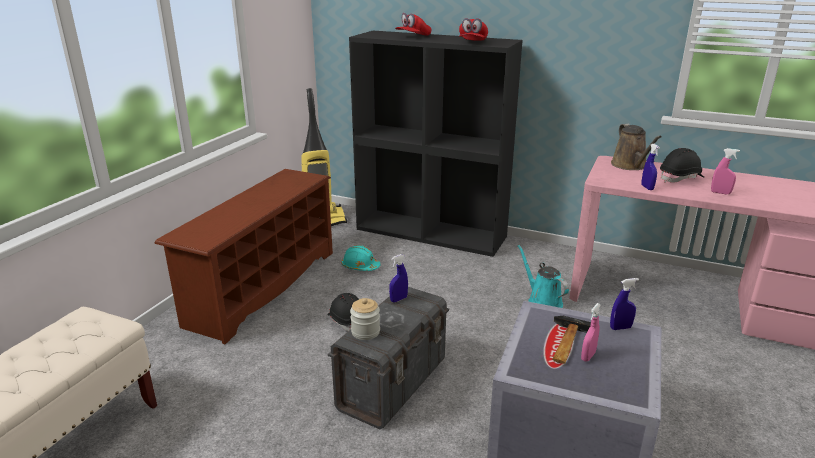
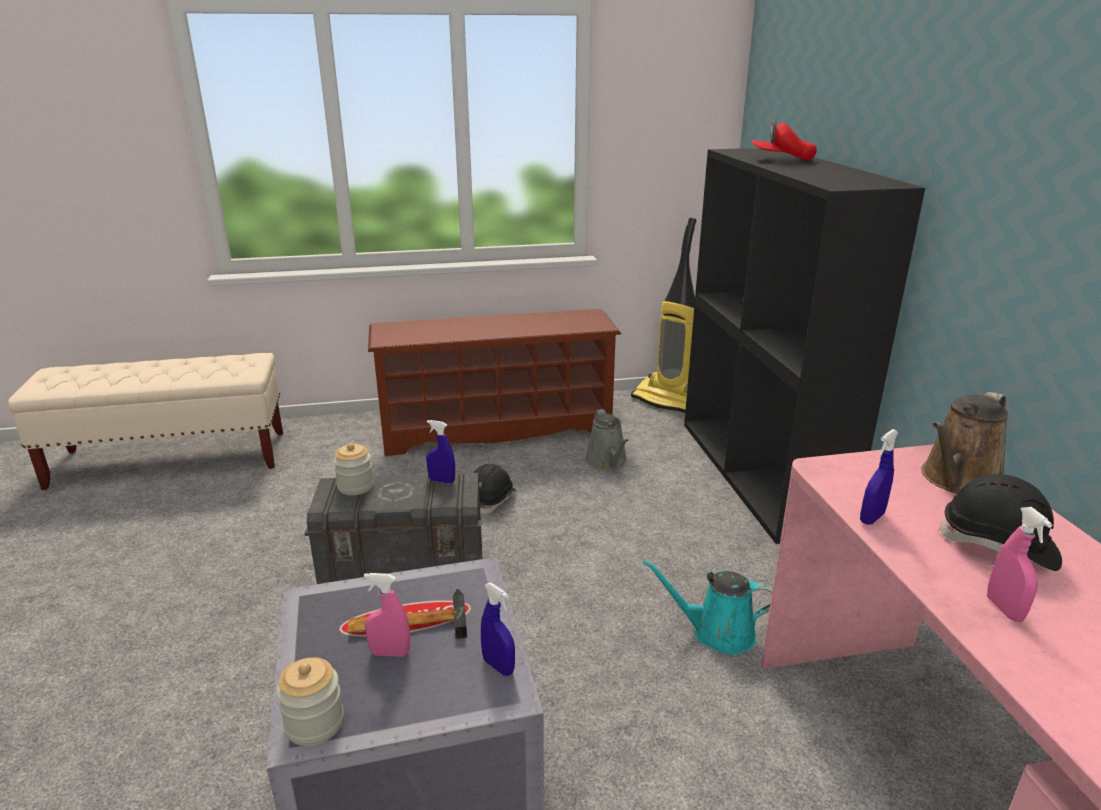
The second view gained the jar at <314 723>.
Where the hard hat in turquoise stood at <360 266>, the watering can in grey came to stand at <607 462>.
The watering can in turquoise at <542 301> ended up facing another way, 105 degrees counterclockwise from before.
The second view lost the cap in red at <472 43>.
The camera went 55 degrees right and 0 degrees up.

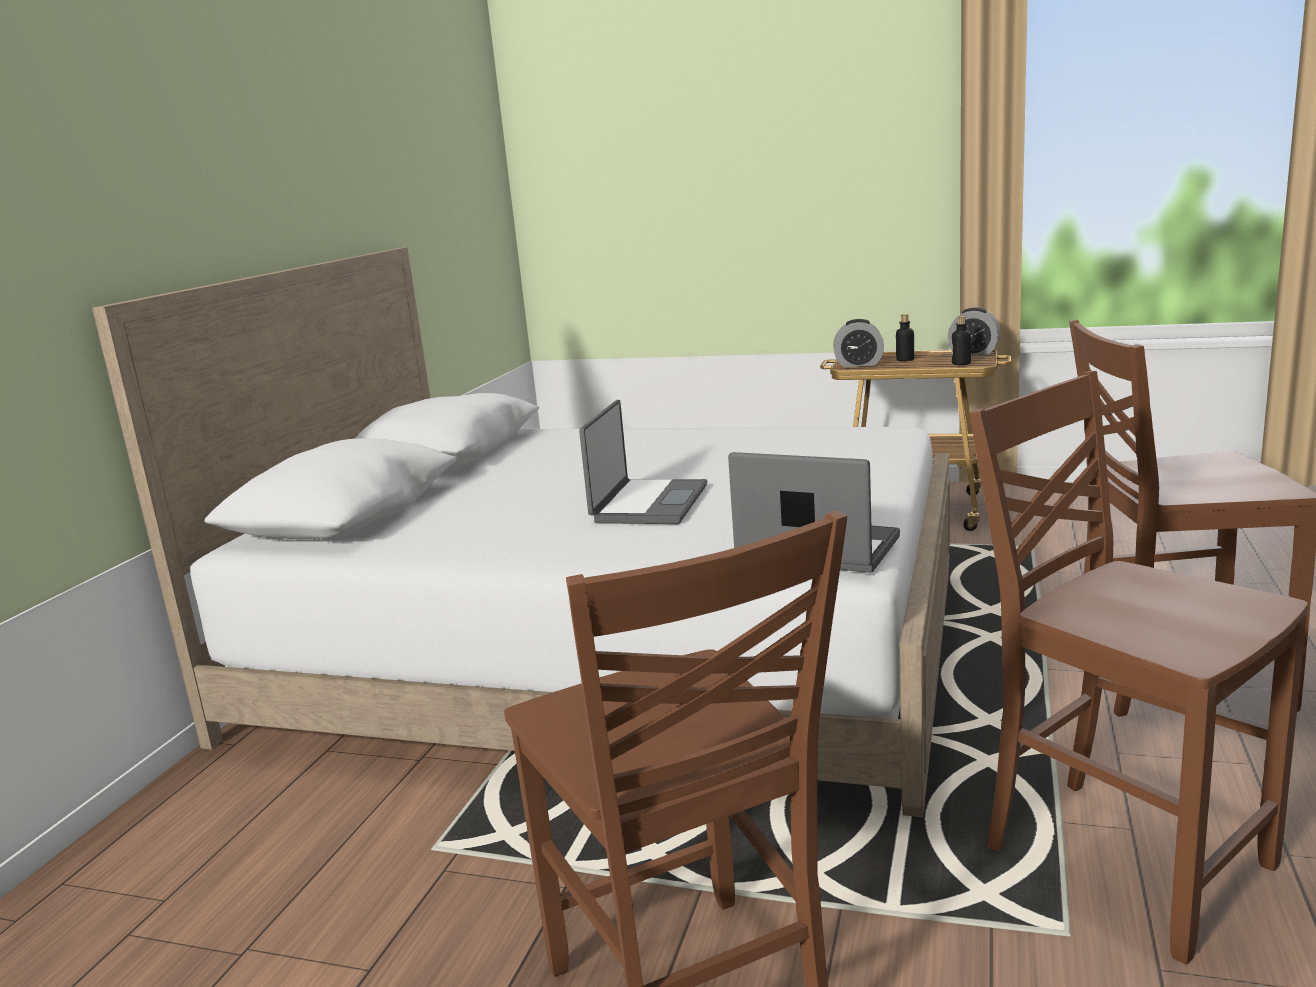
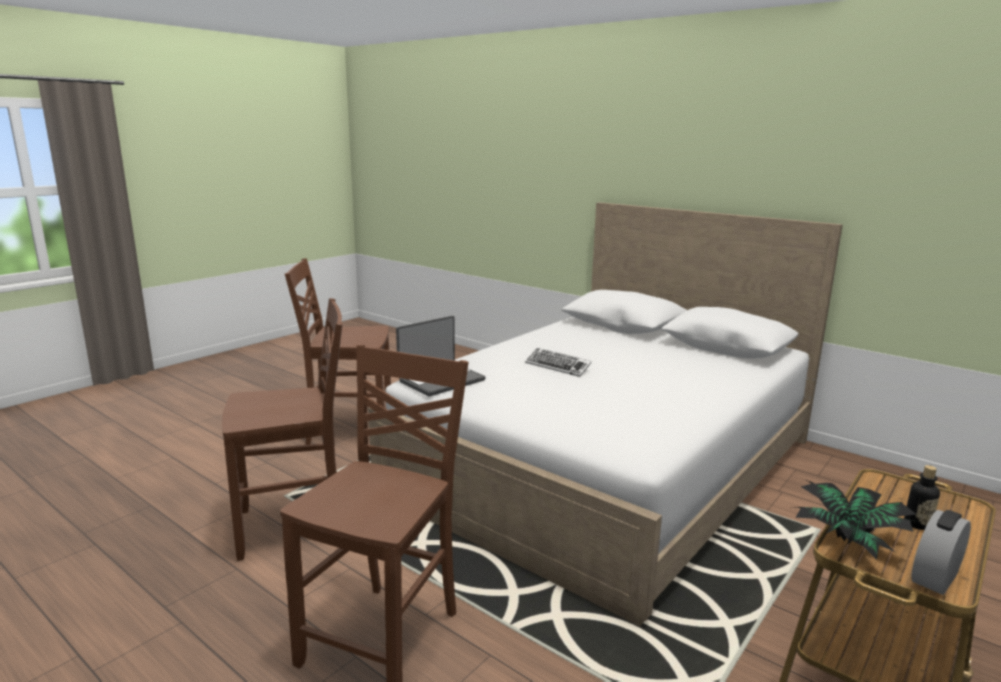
Where the laptop stood at <648 504>, the keyboard came to stand at <557 366>.
Where the bottle stood at <961 363>, the potted plant came to stand at <850 539>.
The second view lost the alarm clock at <858 364>.
The camera went 110 degrees right and 0 degrees up.

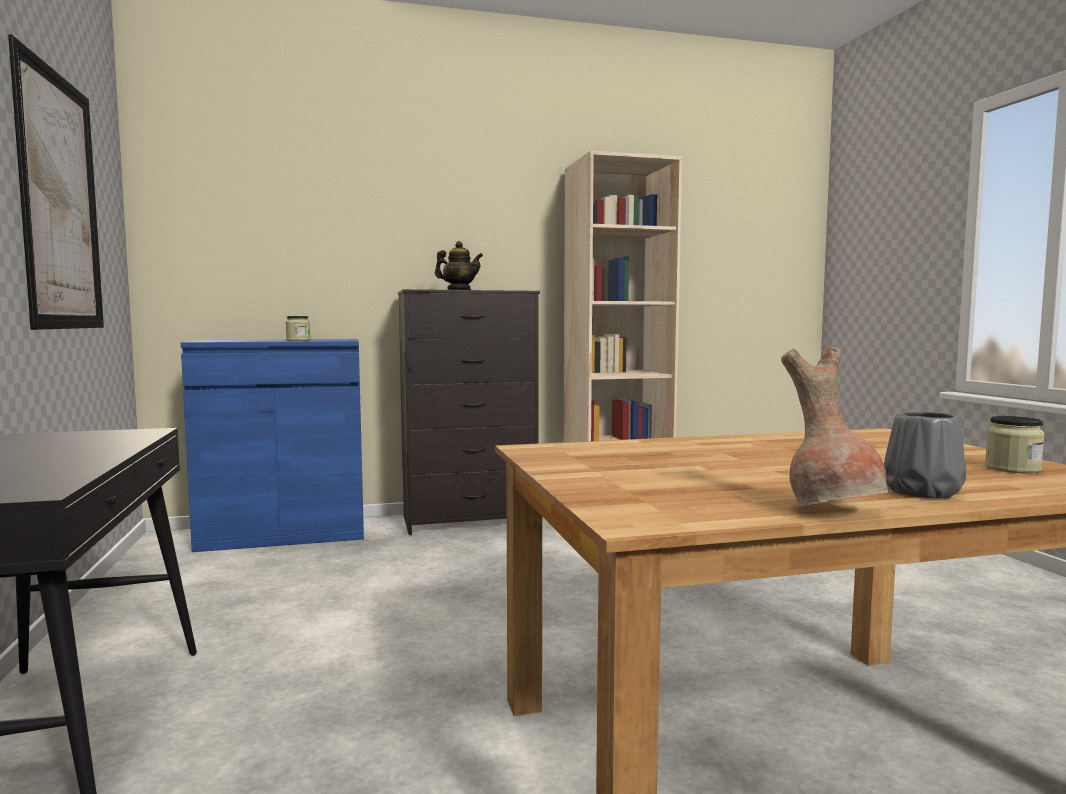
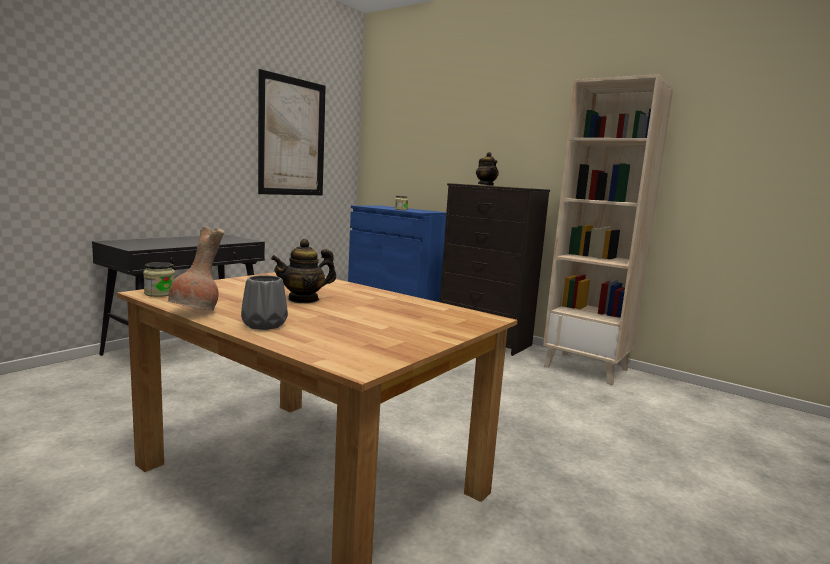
The jar ended up elsewhere, having gone from <1012 468> to <160 293>.
The second view gained the teapot at <303 299>.
The camera went 50 degrees right and 5 degrees up.

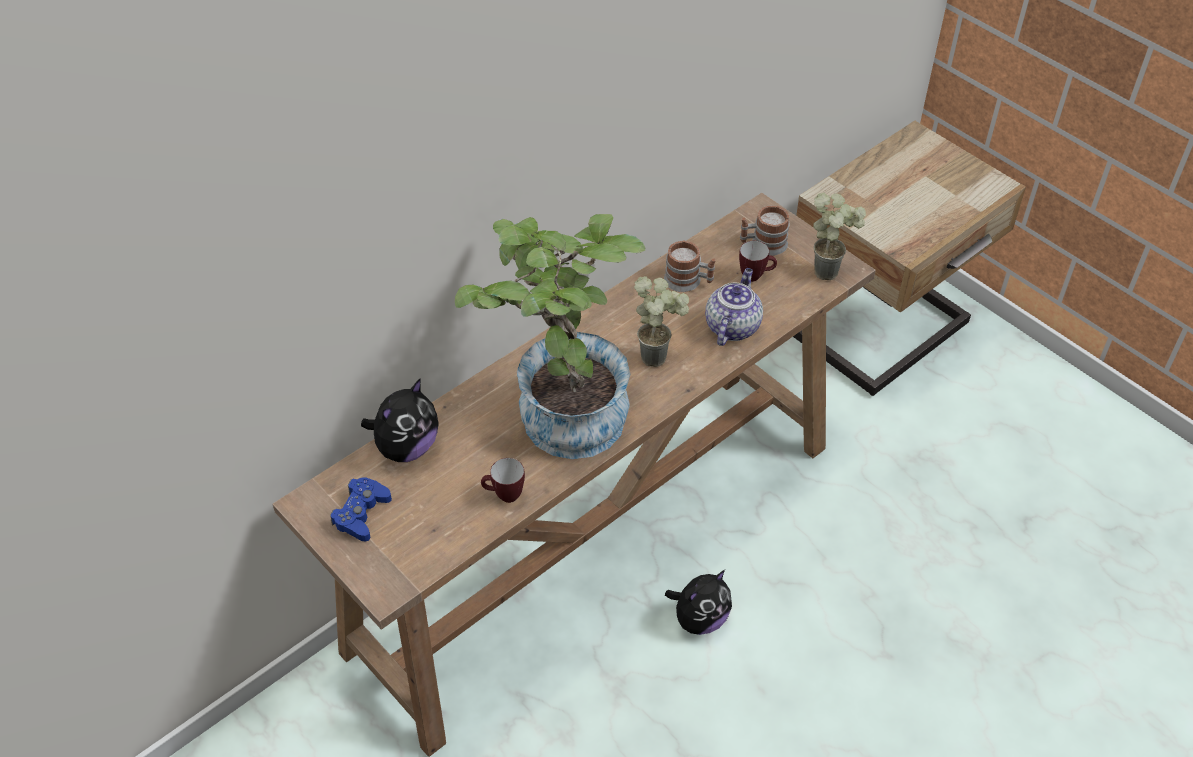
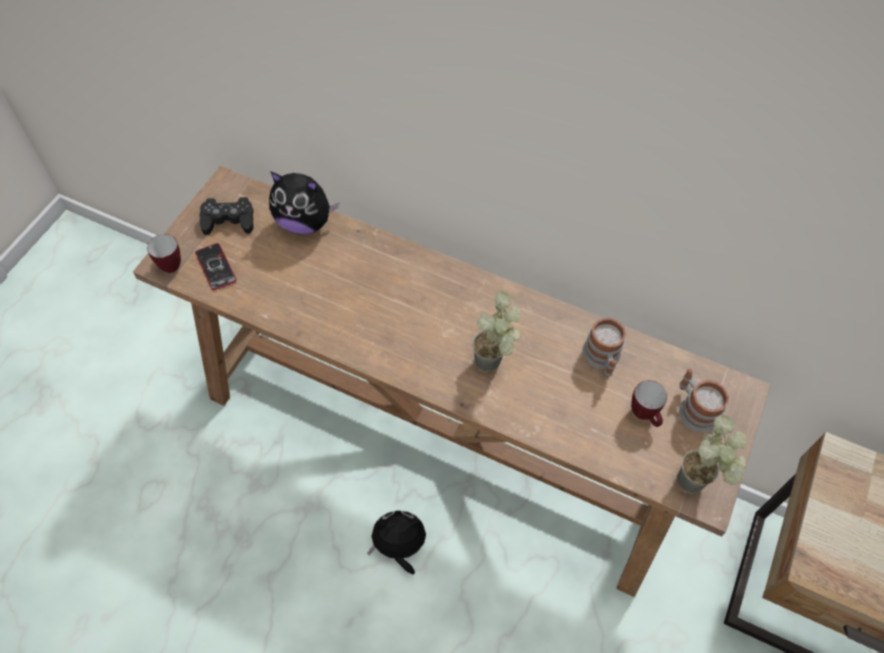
The mug ended up elsewhere, having gone from <504 496> to <170 264>.
The second view gained the phone at <216 267>.
What was the game controller in blue at <361 514> turned into the game controller in black at <228 220>.
The plush toy at <699 619> ended up facing another way, 150 degrees clockwise from before.
The second view lost the potted plant at <560 411>.
The second view lost the teapot at <732 326>.
The camera went 65 degrees right and 10 degrees up.

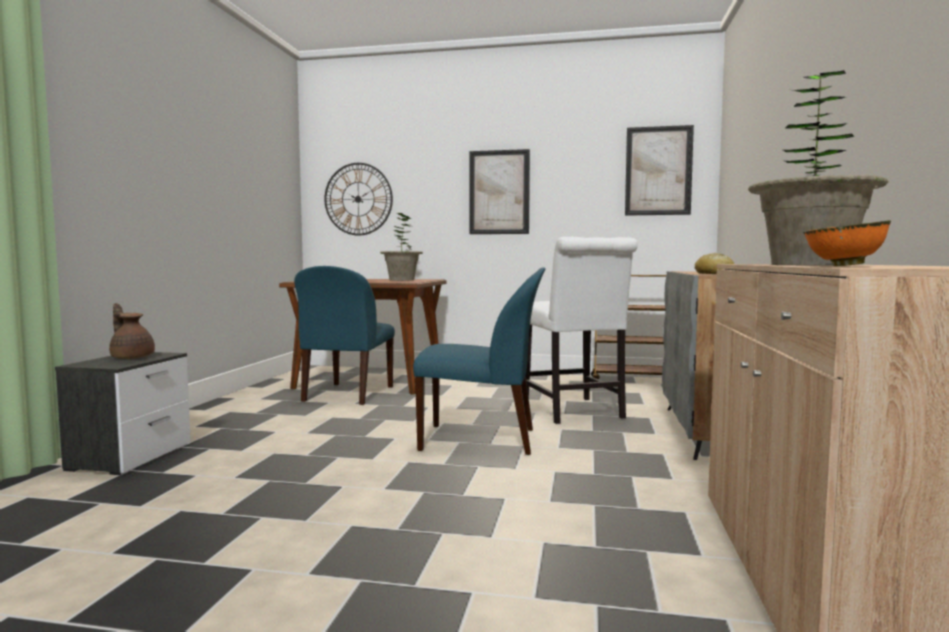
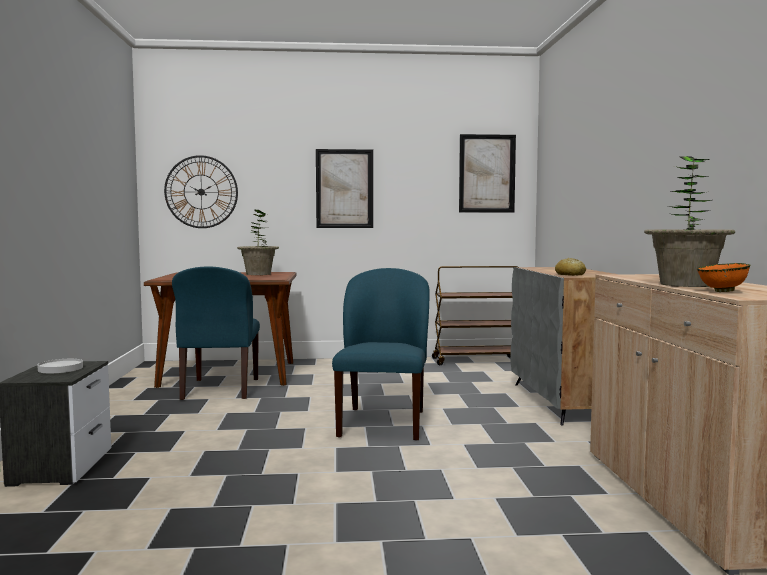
Where the teapot in brown stood at <132 357>, the plate in white came to stand at <60 368>.
The chair in blue at <481 440> ended up facing another way, 75 degrees counterclockwise from before.
The second view lost the chair in white at <574 412>.
The camera went 15 degrees left and 0 degrees up.

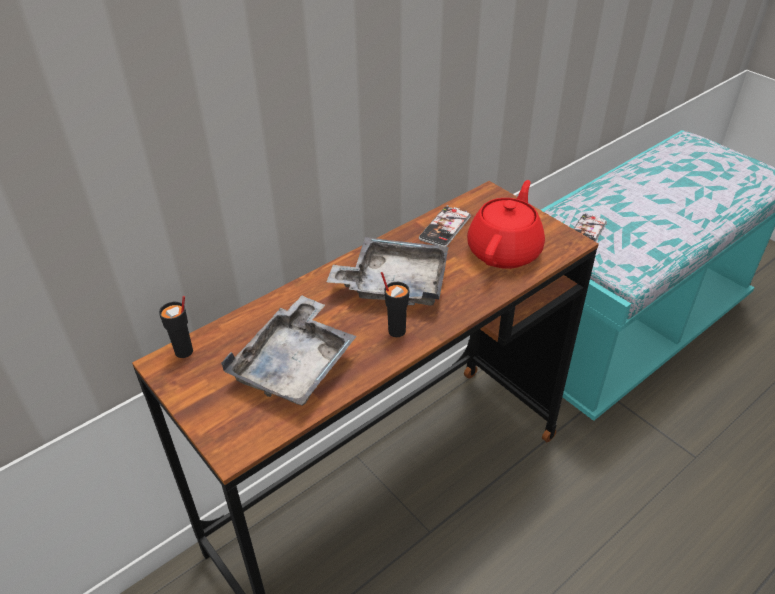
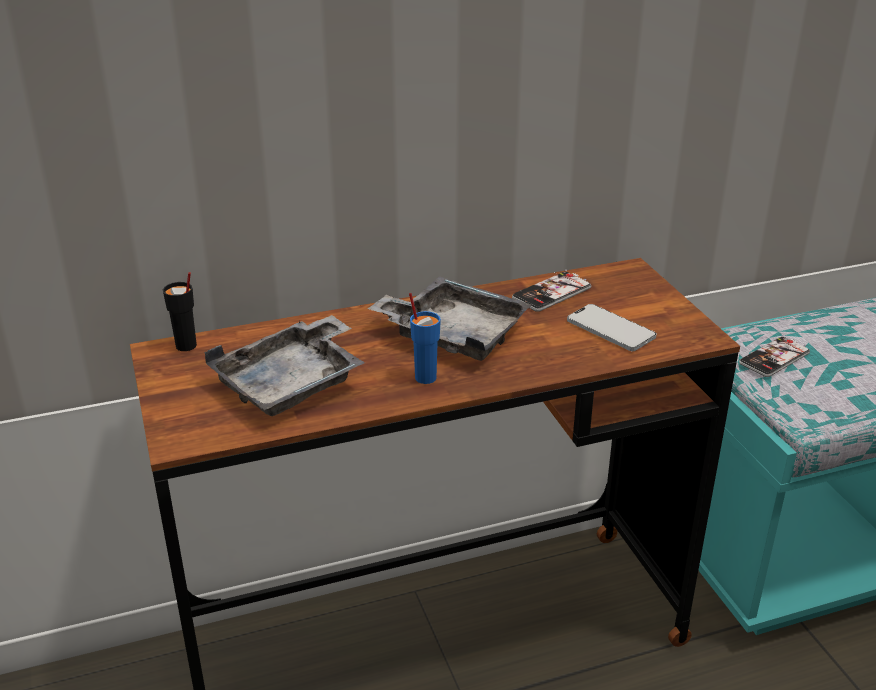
What was the cup in black at <396 330> turned into the cup in blue at <425 377>.
Where the teapot in red stood at <505 251>, the phone came to stand at <610 329>.
The camera went 20 degrees right and 10 degrees down.

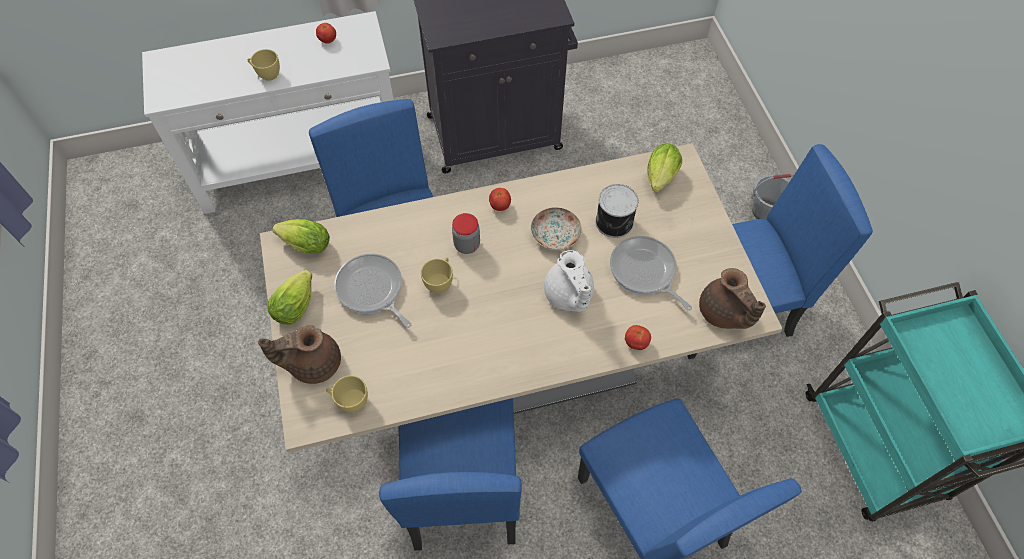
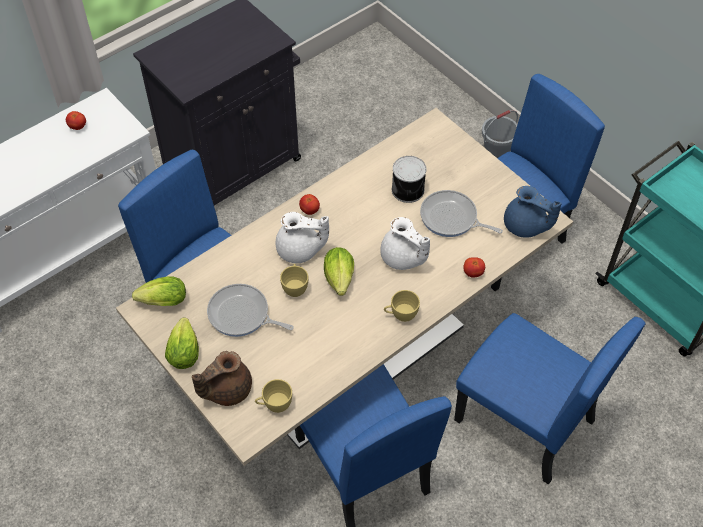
Where the jar stood at <467 245>, the teapot in white came to stand at <300 250>.
The lettuce ended up elsewhere, having gone from <660 179> to <339 281>.
The cup in yellow ended up elsewhere, having gone from <267 74> to <400 315>.
What was the teapot in brown at <723 313> turned into the teapot in blue at <525 226>.
The second view lost the plate at <556 234>.
The camera went 25 degrees left and 5 degrees down.

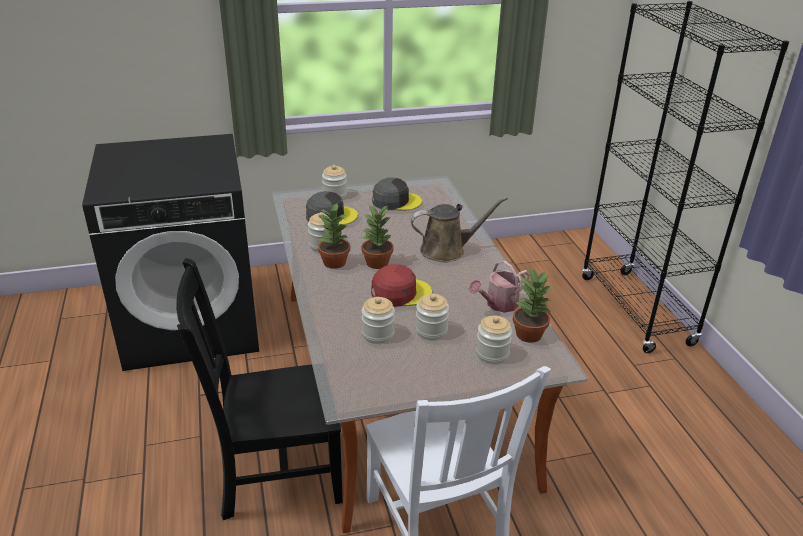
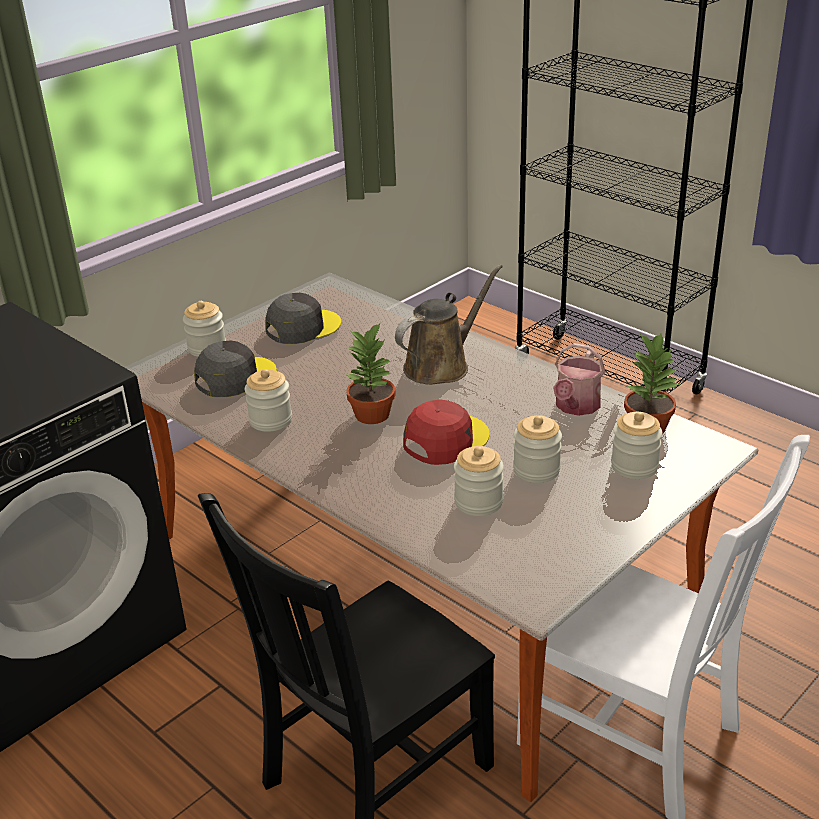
The second view lost the potted plant at <334 262>.
The camera went 30 degrees left and 0 degrees up.

